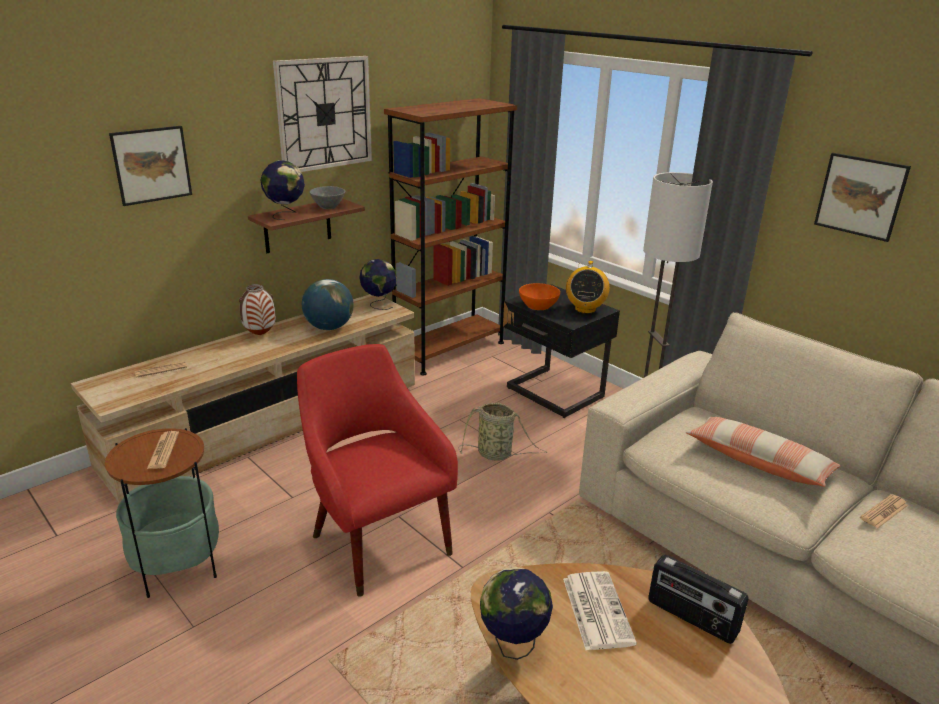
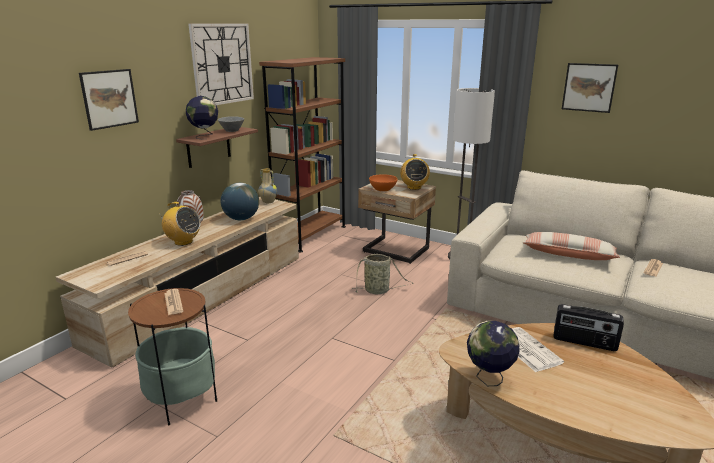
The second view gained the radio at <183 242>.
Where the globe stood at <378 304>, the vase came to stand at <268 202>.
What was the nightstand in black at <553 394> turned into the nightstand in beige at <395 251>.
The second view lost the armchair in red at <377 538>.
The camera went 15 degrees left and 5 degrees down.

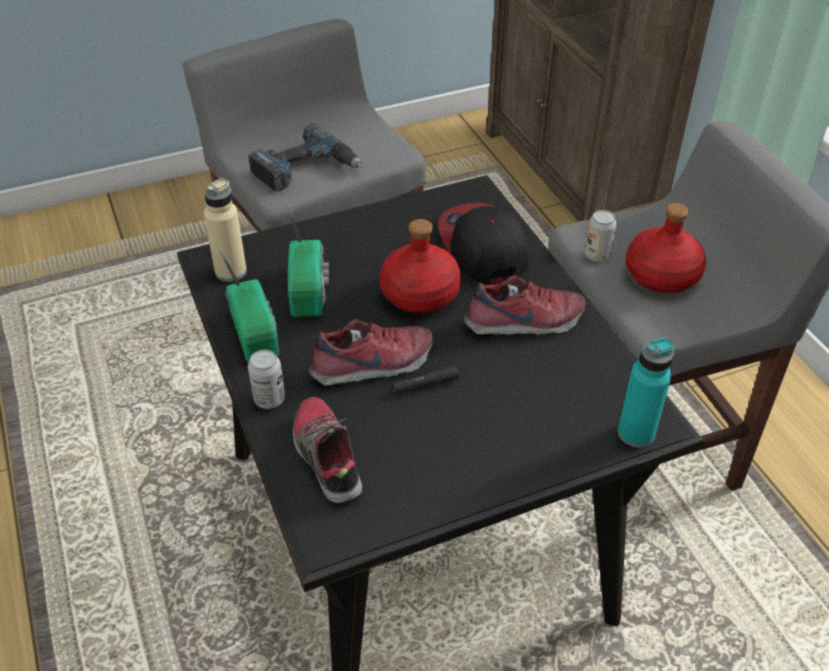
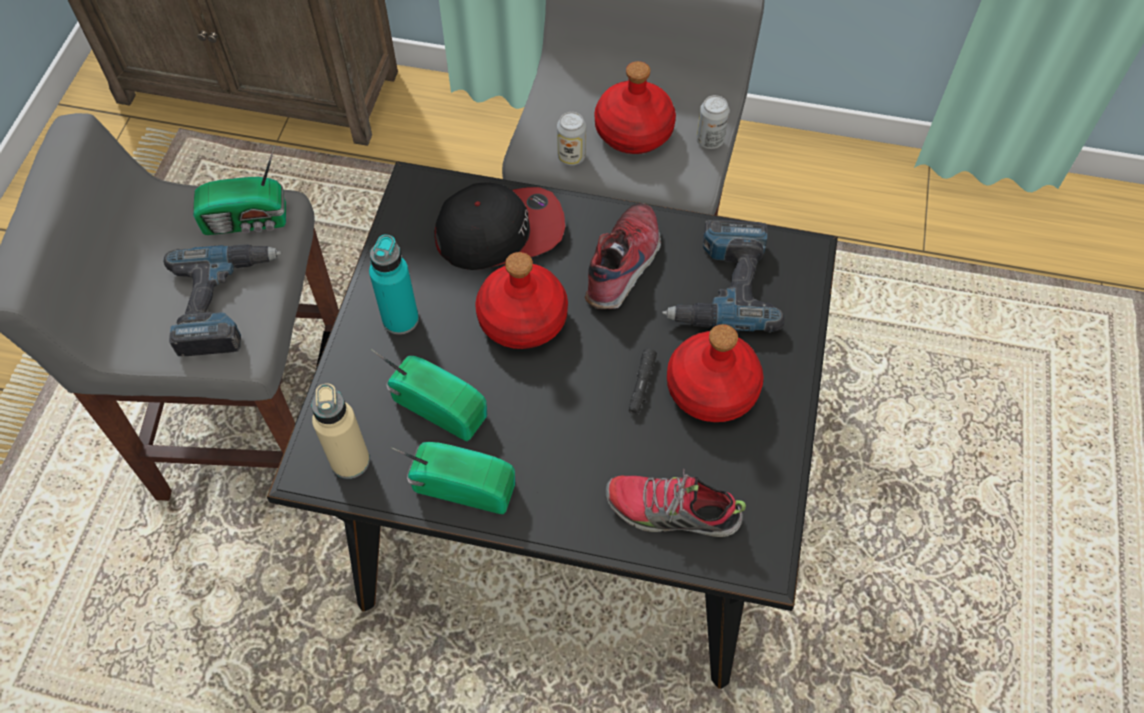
The second view gained the radio at <248 221>.
The bottle in turquoise ended up elsewhere, having gone from <636 433> to <400 319>.
The cap at <482 246> ended up facing another way, 150 degrees clockwise from before.
The second view gained the power drill at <721 285>.
The second view gained the bottle in red at <710 389>.
The can ended up elsewhere, having gone from <269 399> to <709 140>.
The second view lost the shoe at <373 366>.
The camera went 55 degrees left and 15 degrees up.

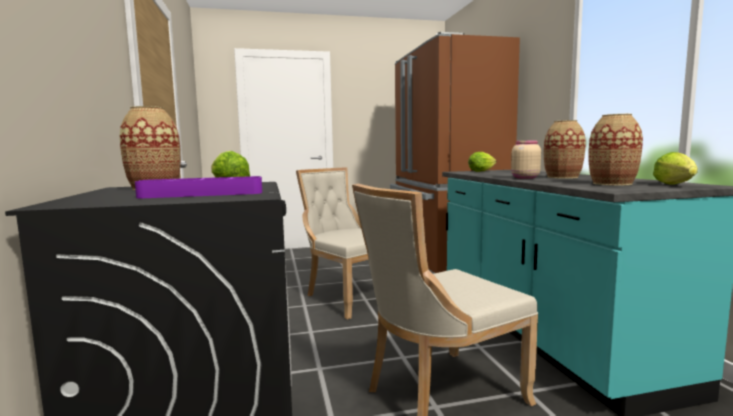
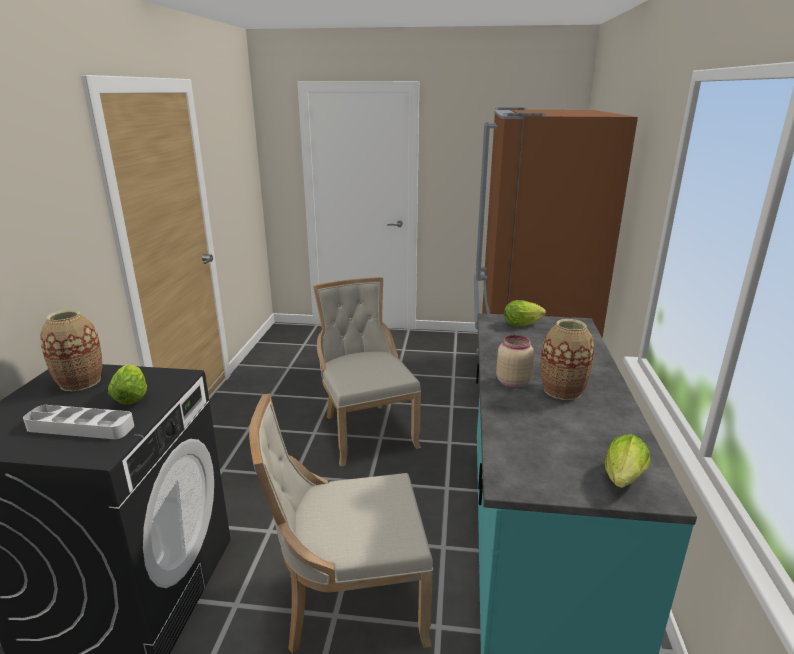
What was the tray in purple at <202 194> turned into the tray in white at <80 427>.
The second view lost the vase at <612 184>.
The camera went 20 degrees right and 15 degrees up.

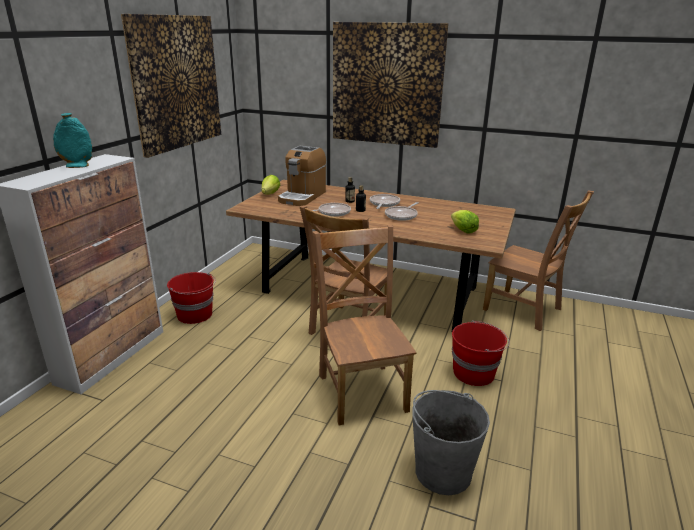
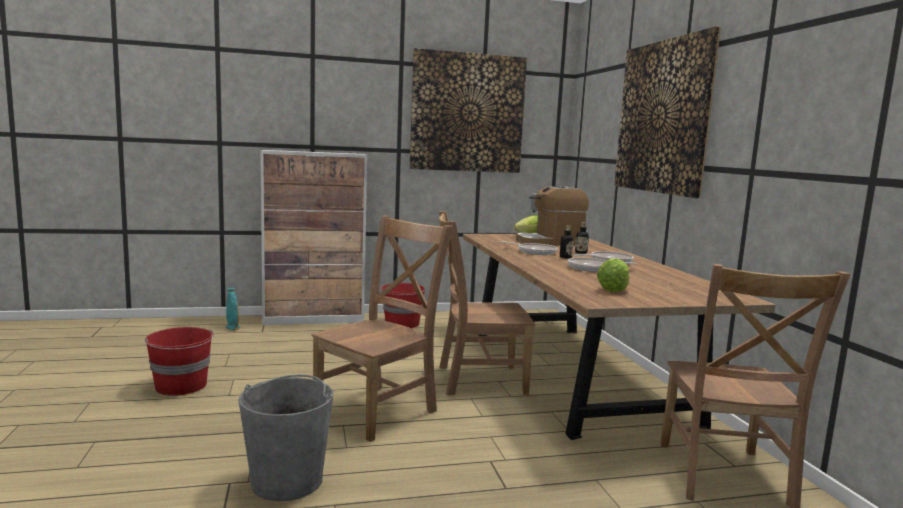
The bucket in red ended up elsewhere, having gone from <474 373> to <181 386>.
The vase in turquoise ended up elsewhere, having gone from <77 166> to <233 328>.
The camera went 55 degrees right and 15 degrees down.

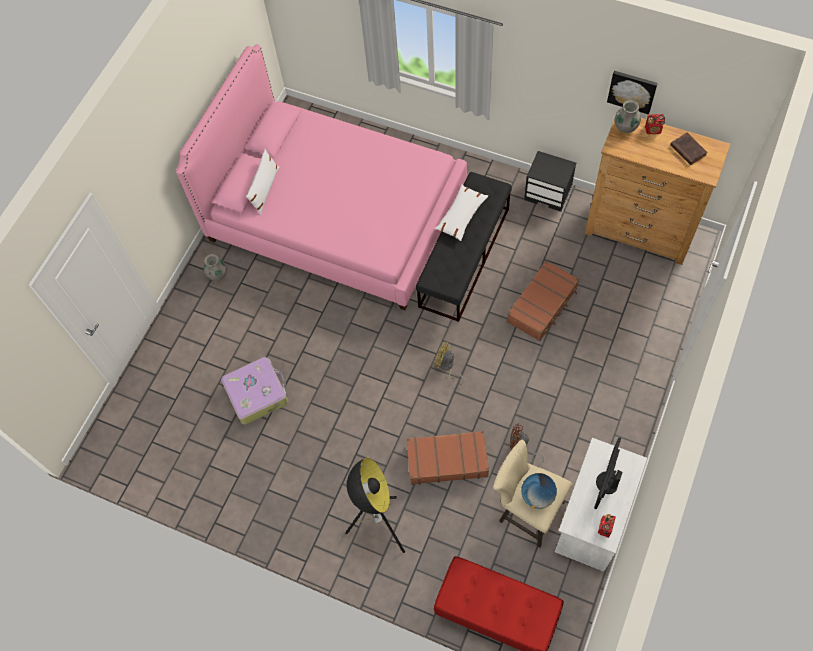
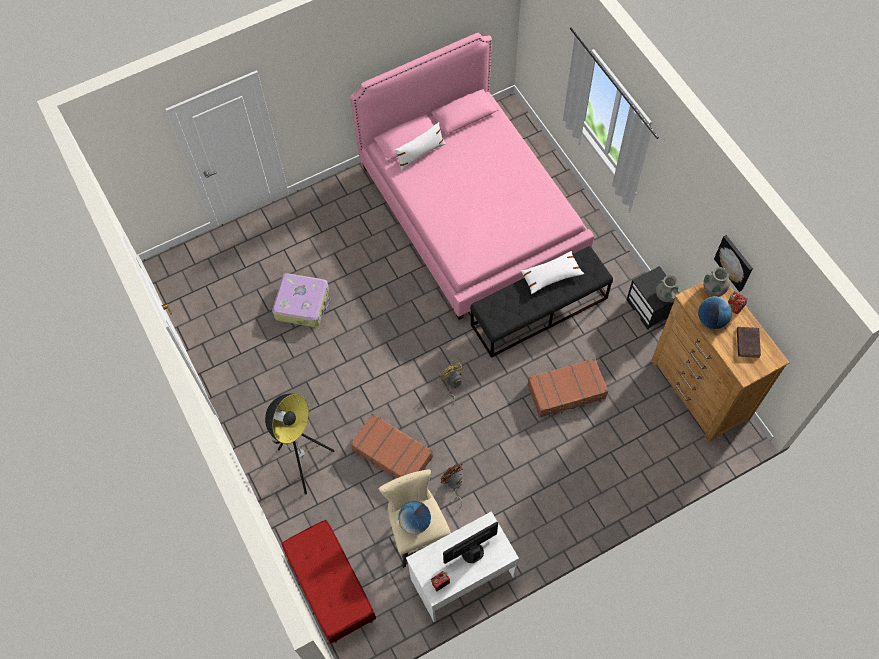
The vase in grey ended up elsewhere, having gone from <217 274> to <665 295>.
The second view gained the globe at <711 320>.
The camera went 35 degrees right and 0 degrees up.

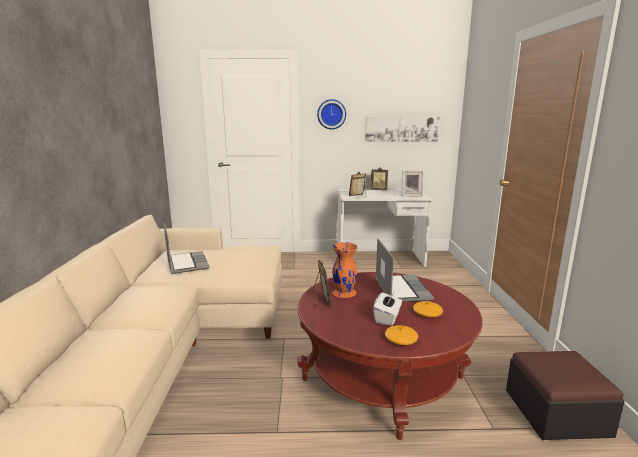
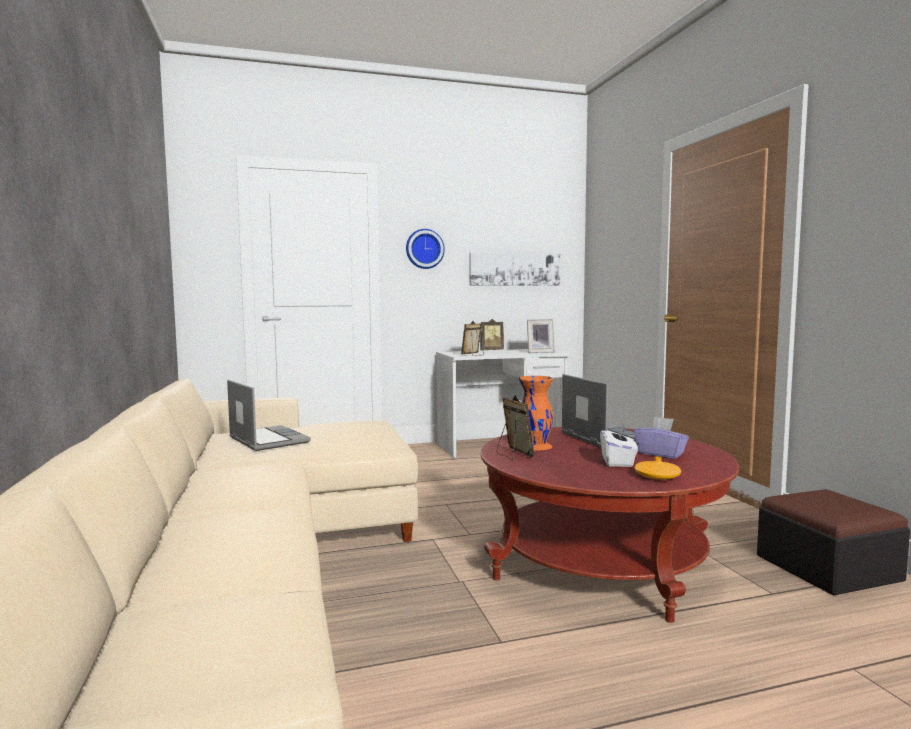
Where the vase in orange stood at <427 313>, the tissue box in purple came to stand at <660 454>.
The camera went 15 degrees left and 10 degrees down.

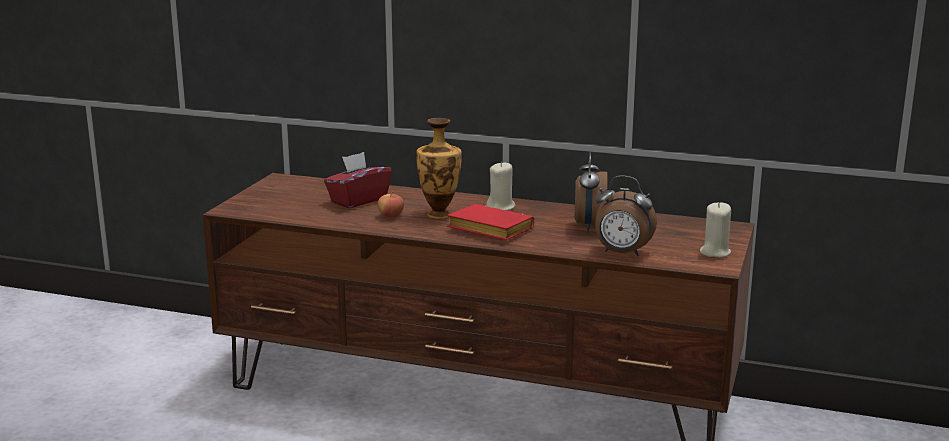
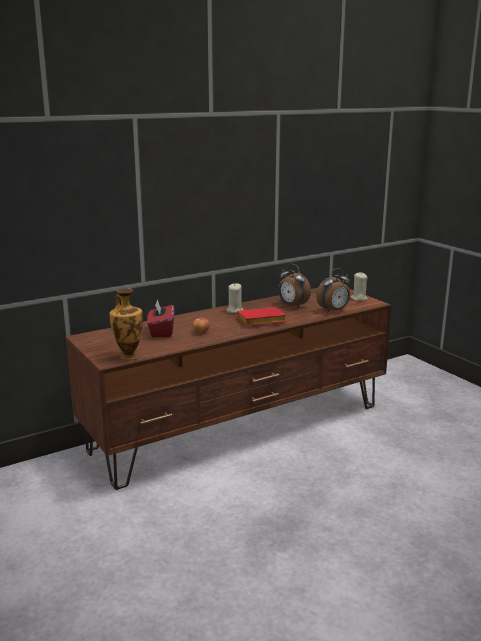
The vase ended up elsewhere, having gone from <439 214> to <128 356>.
The camera went 50 degrees left and 0 degrees up.

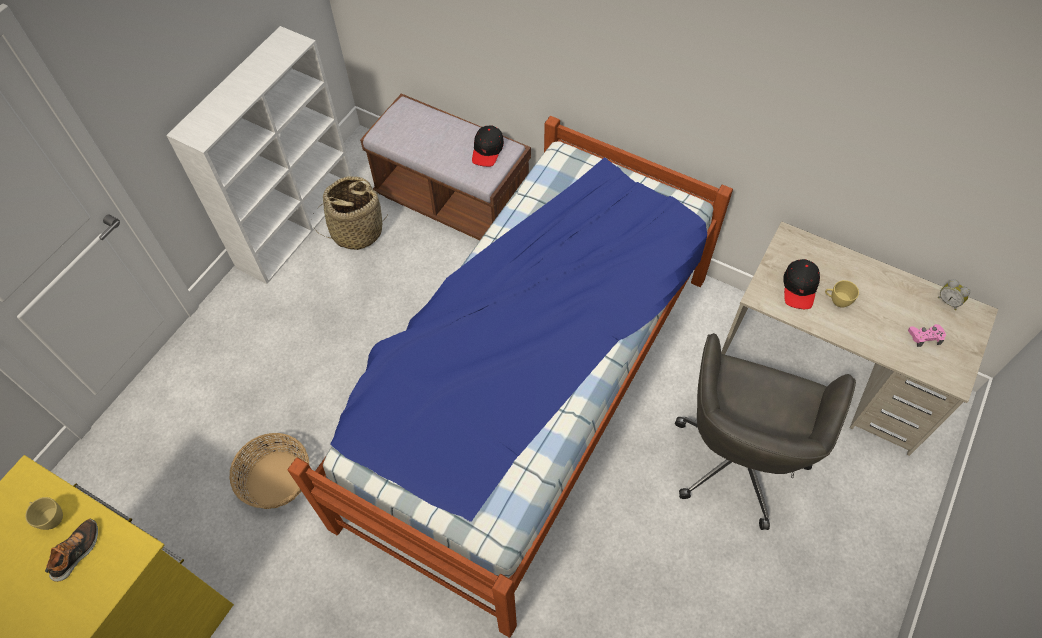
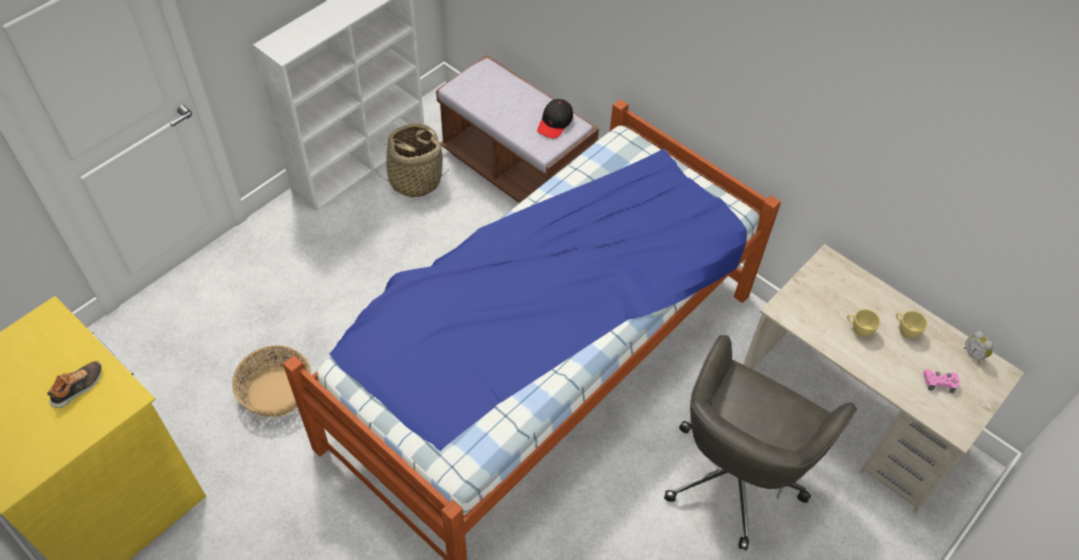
The cup in yellow ended up elsewhere, having gone from <50 517> to <905 330>.
The second view lost the cap in black at <799 287>.
The camera went 10 degrees right and 5 degrees down.

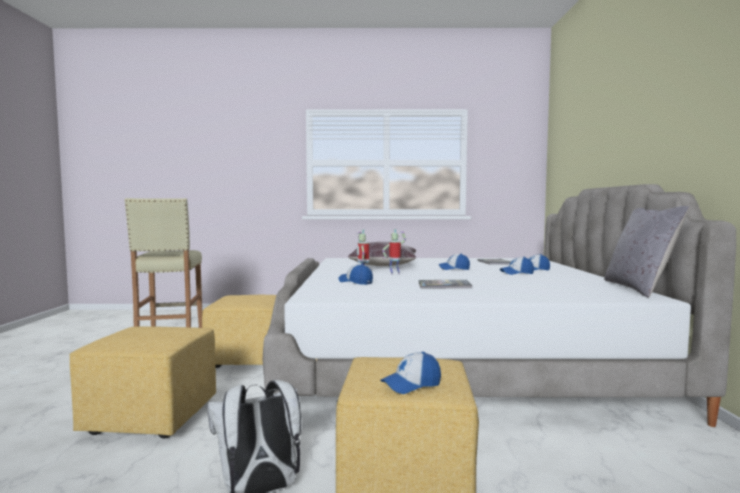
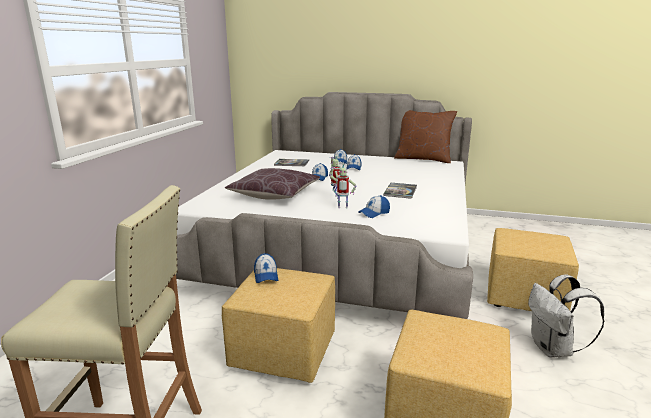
The cap ended up elsewhere, having gone from <411 384> to <266 275>.
What was the pillow in grey at <639 288> turned into the pillow in brown at <423 159>.
The camera went 75 degrees left and 15 degrees up.

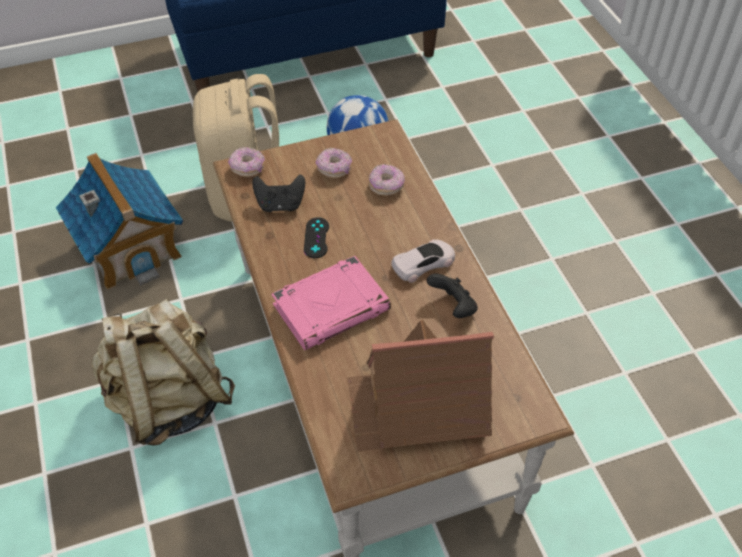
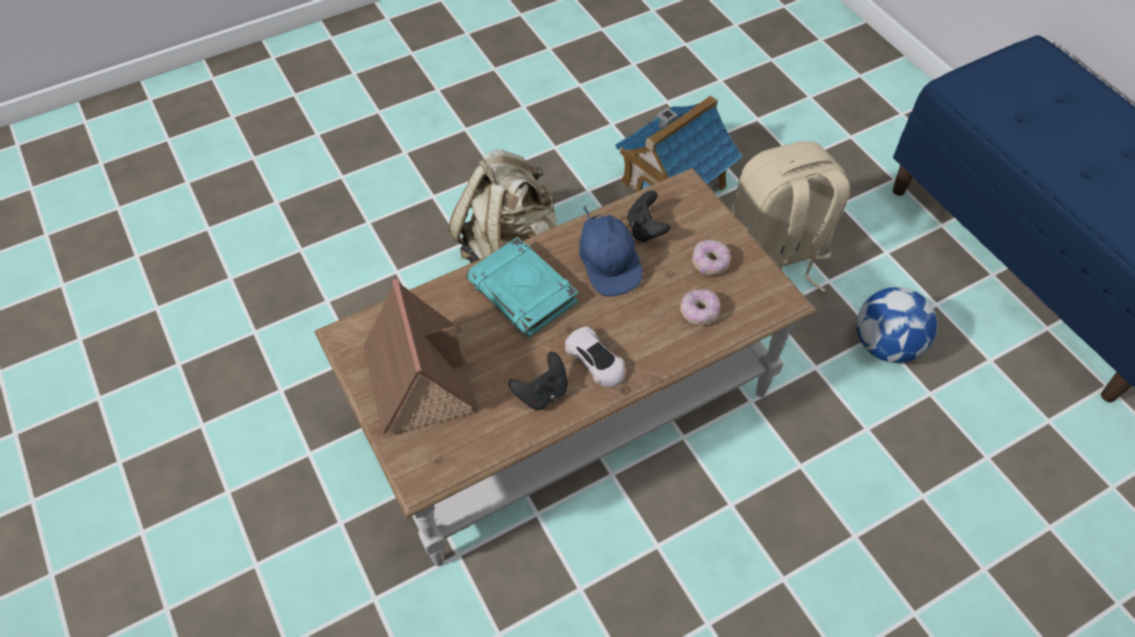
What was the book in pink at <332 307> turned into the book in turquoise at <523 292>.
Where the game controller in black stood at <316 238>, the cap in blue came to stand at <608 265>.
The second view lost the donut at <247 168>.
The camera went 80 degrees right and 5 degrees up.

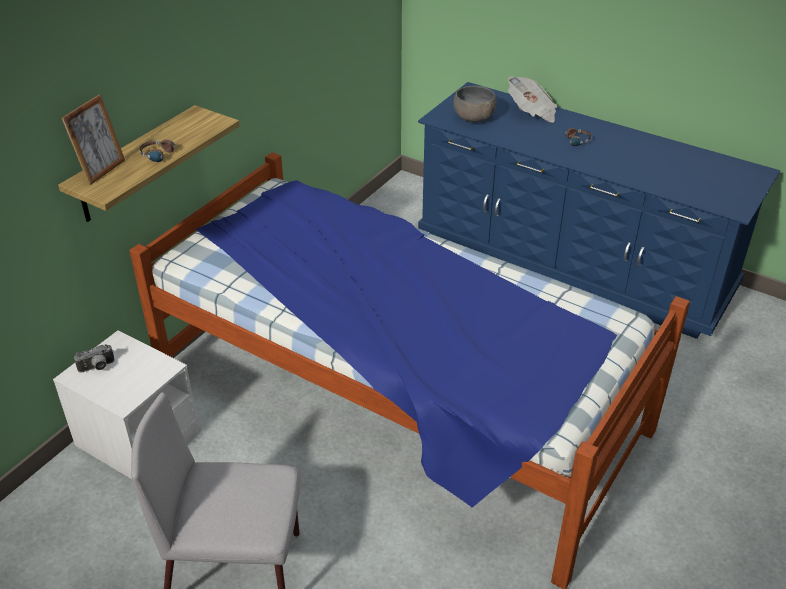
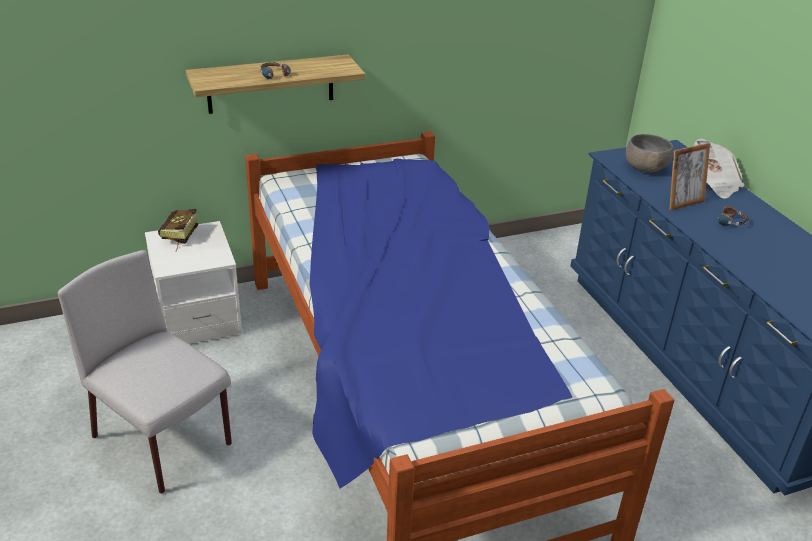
Where the photo camera stood at <97 368>, the book came to stand at <178 238>.
The picture frame ended up elsewhere, having gone from <102 170> to <682 203>.
The camera went 35 degrees right and 5 degrees down.

